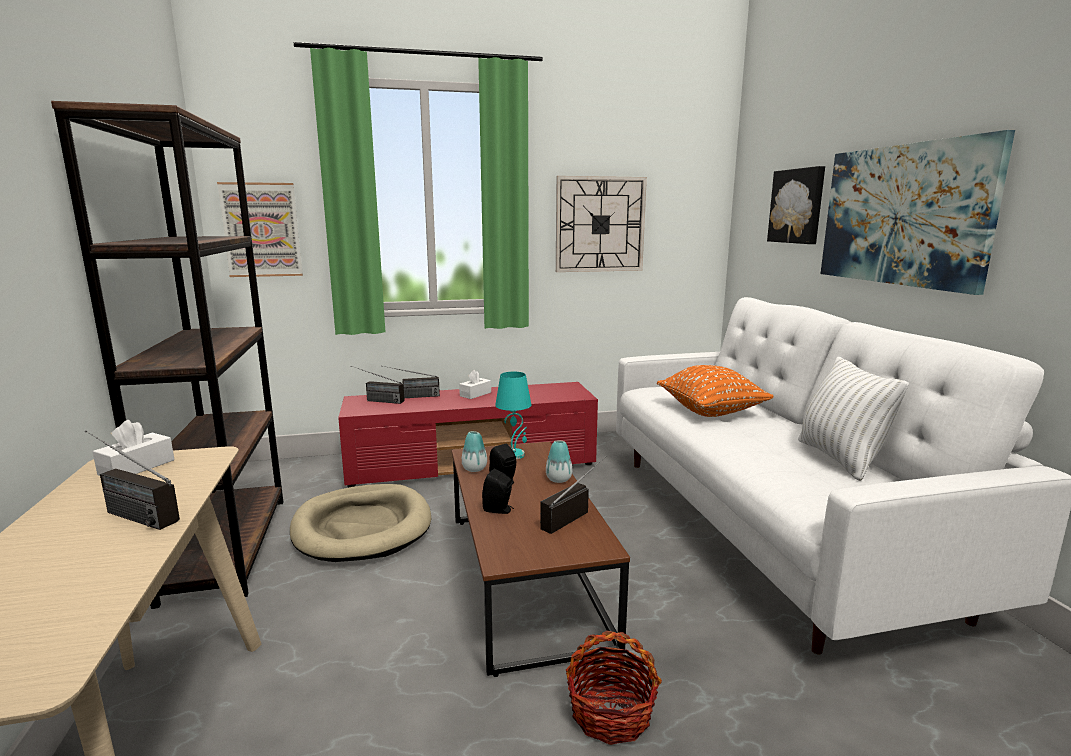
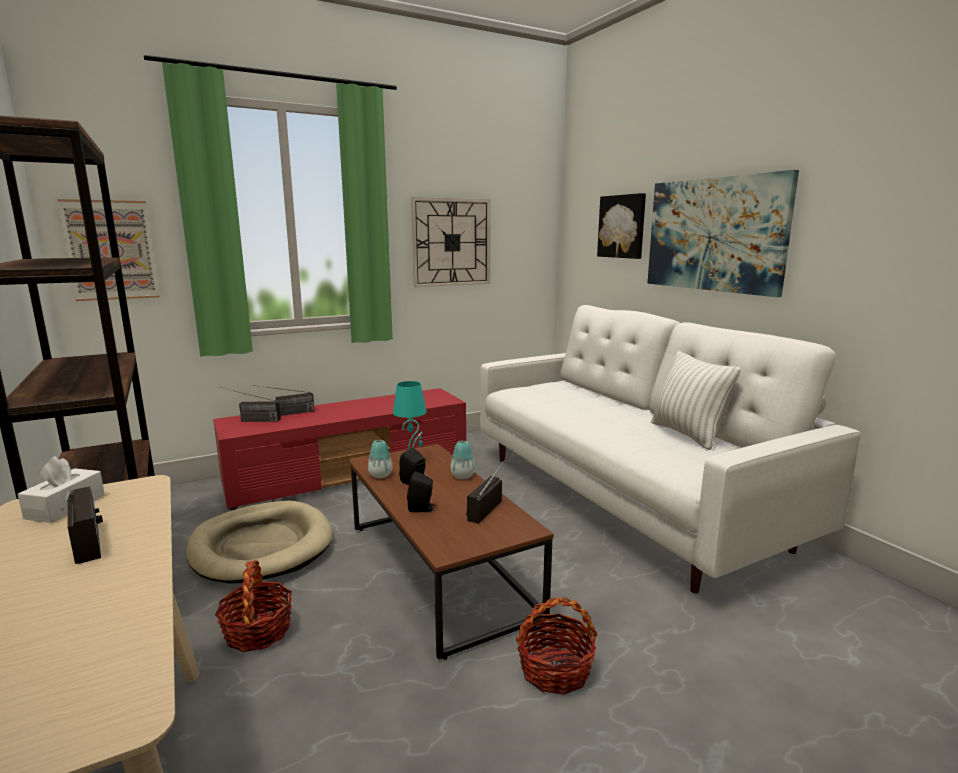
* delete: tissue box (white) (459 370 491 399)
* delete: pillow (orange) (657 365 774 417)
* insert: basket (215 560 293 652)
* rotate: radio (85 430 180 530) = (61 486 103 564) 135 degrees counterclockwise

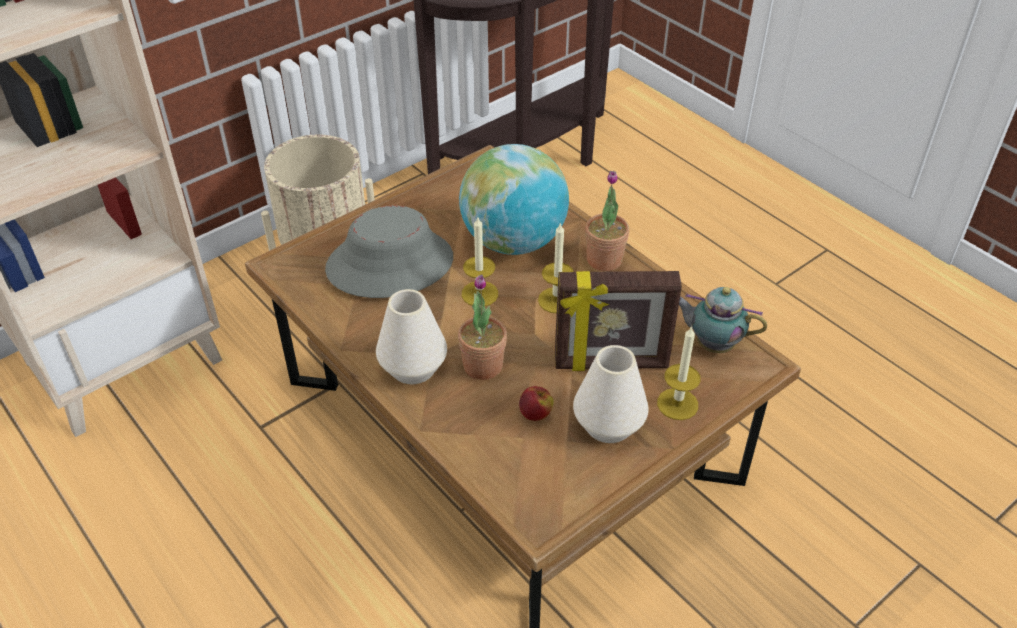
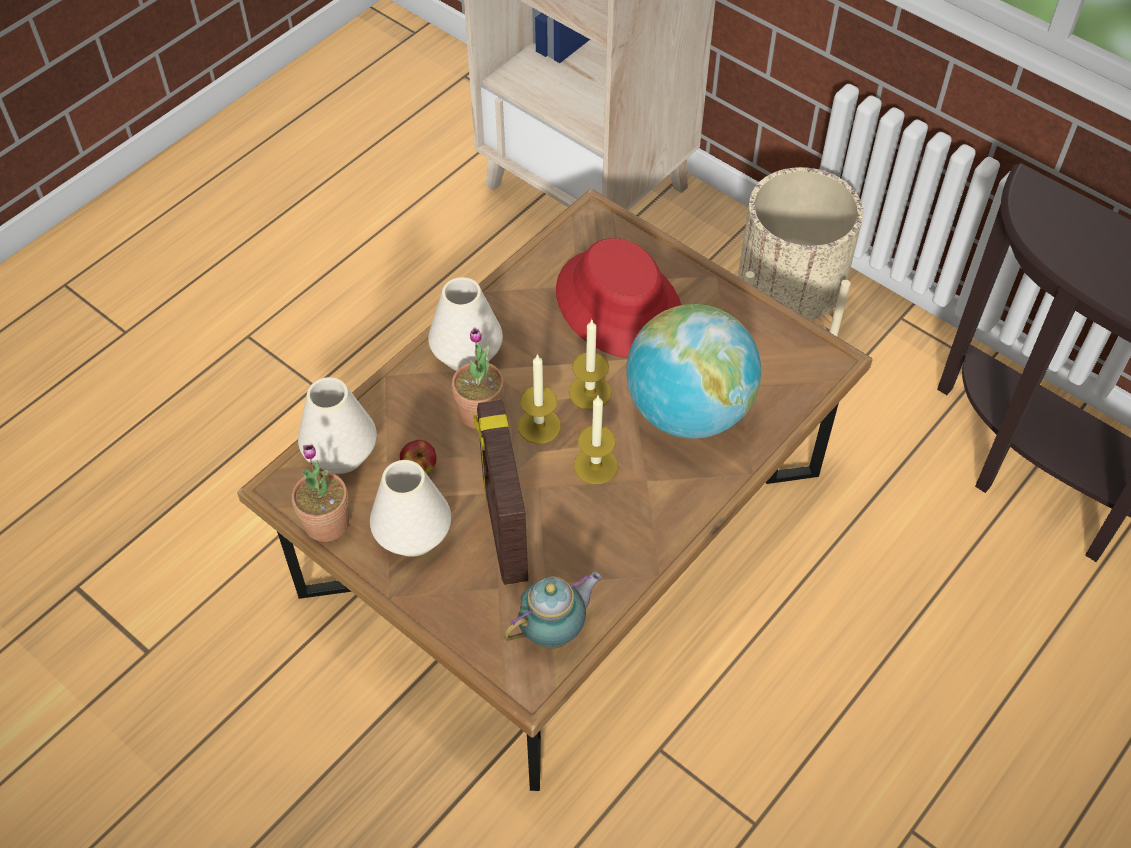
* insert: vase (white) (298 377 377 474)
* move: potted plant (585 171 629 271) to (291 444 349 542)
* move: candle (657 326 700 420) to (518 354 561 444)
* recolor: hat (grey) (325 206 453 298) to hat (red) (556 238 681 358)
* rotate: teapot (679 287 767 353) = (504 572 602 649) 45 degrees clockwise

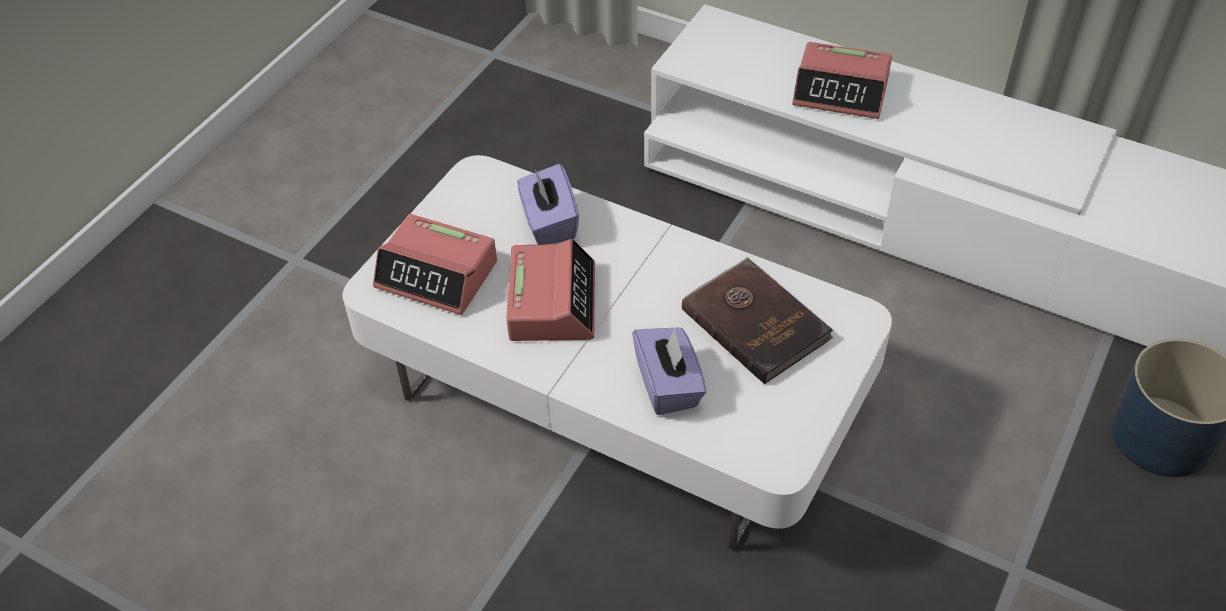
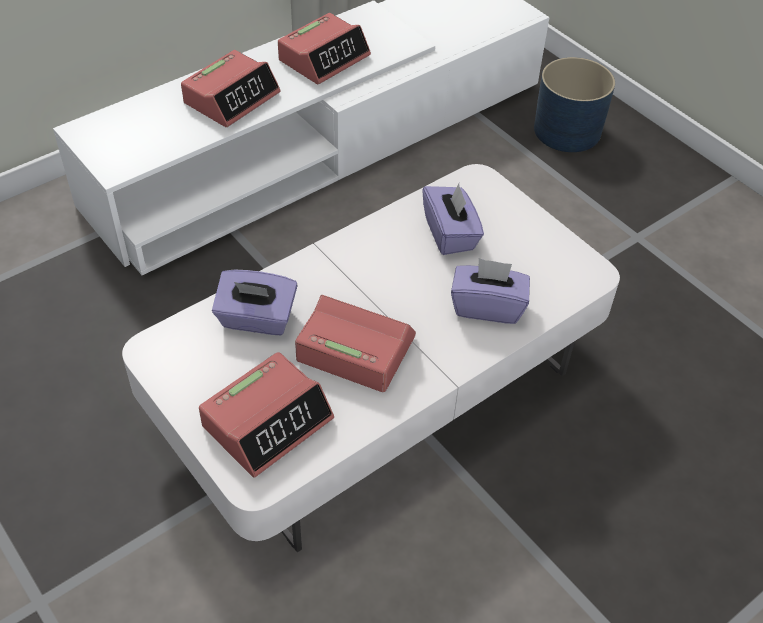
* insert: alarm clock (278 13 371 84)
* replace: book (brown) (682 257 833 384) to tissue box (purple) (422 183 484 255)

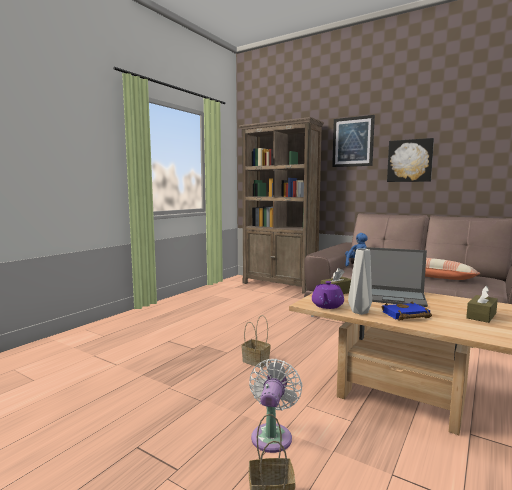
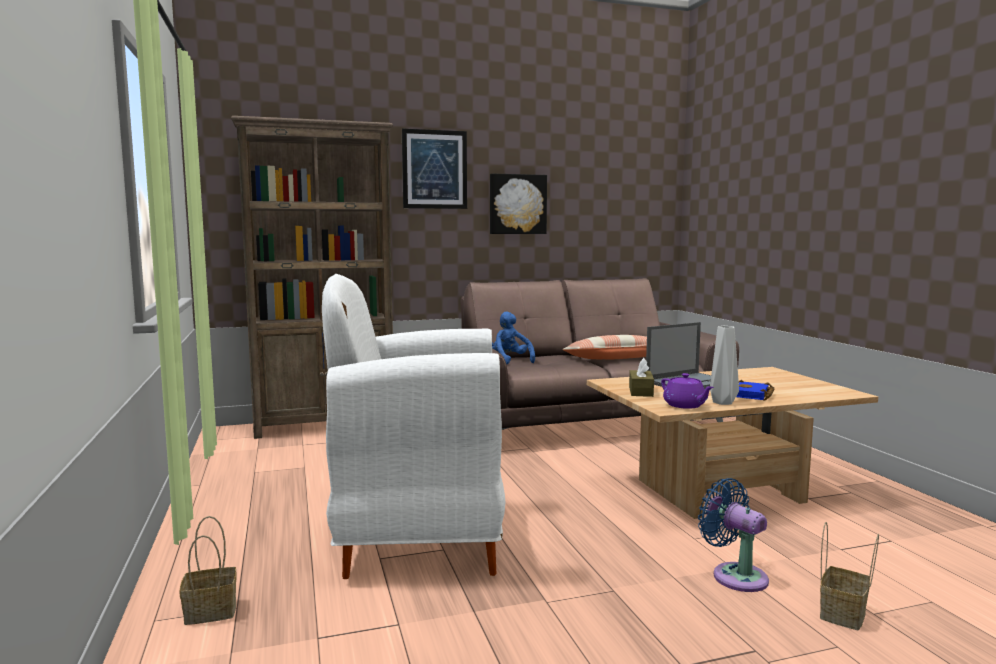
* delete: tissue box (brown) (466 286 498 323)
* insert: armchair (white) (322 274 505 579)
* move: basket (241 315 271 367) to (180 516 237 625)
* recolor: fan (white) (249 359 302 453) to fan (blue) (698 478 769 592)

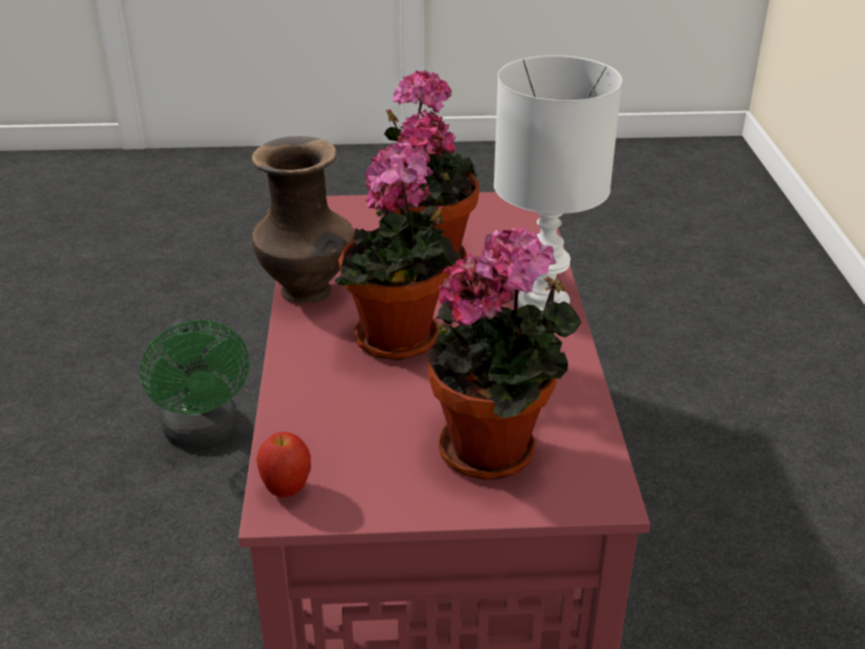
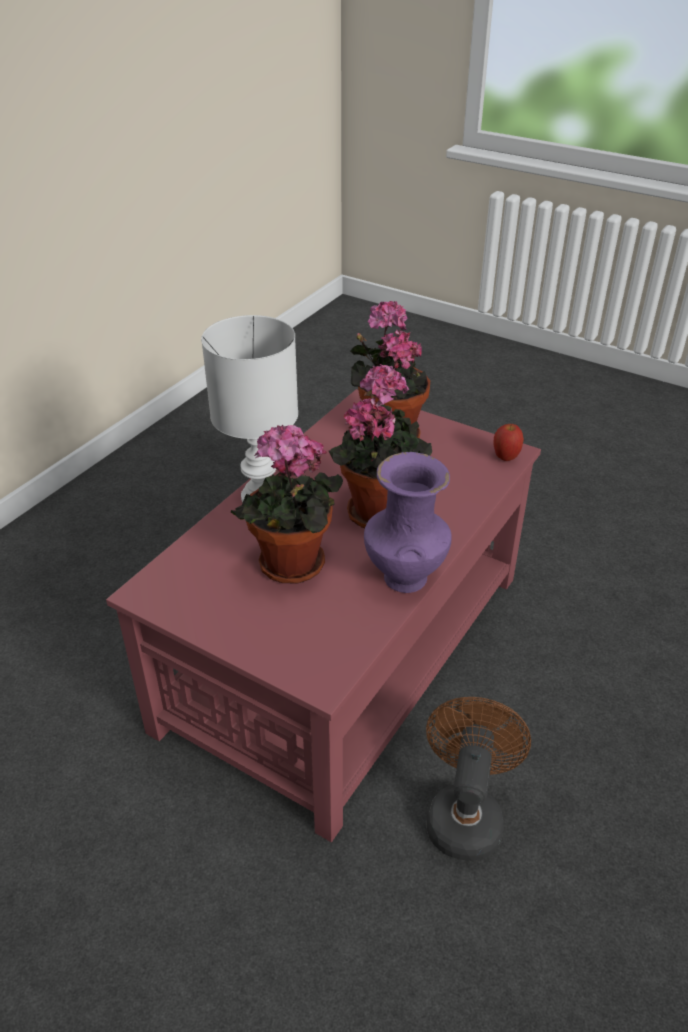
* recolor: fan (green) (140 318 249 449) to fan (brown) (426 697 531 861)
* recolor: vase (brown) (252 136 354 303) to vase (purple) (364 452 452 593)

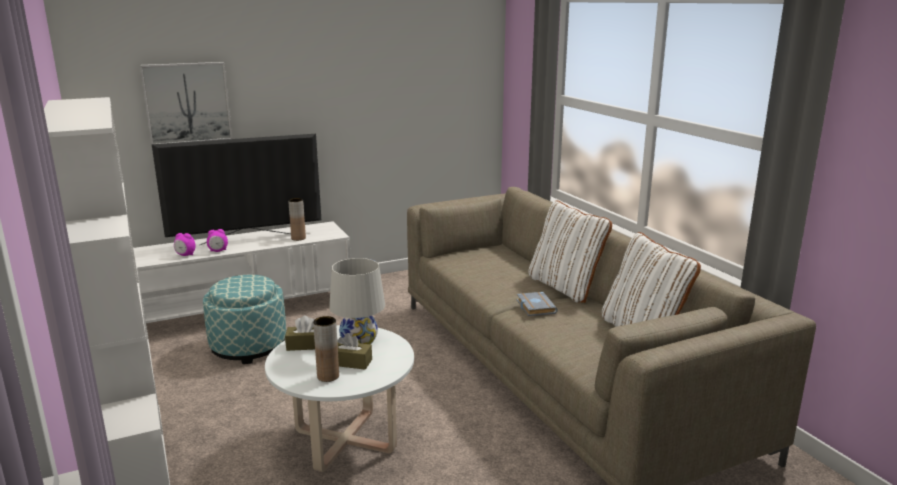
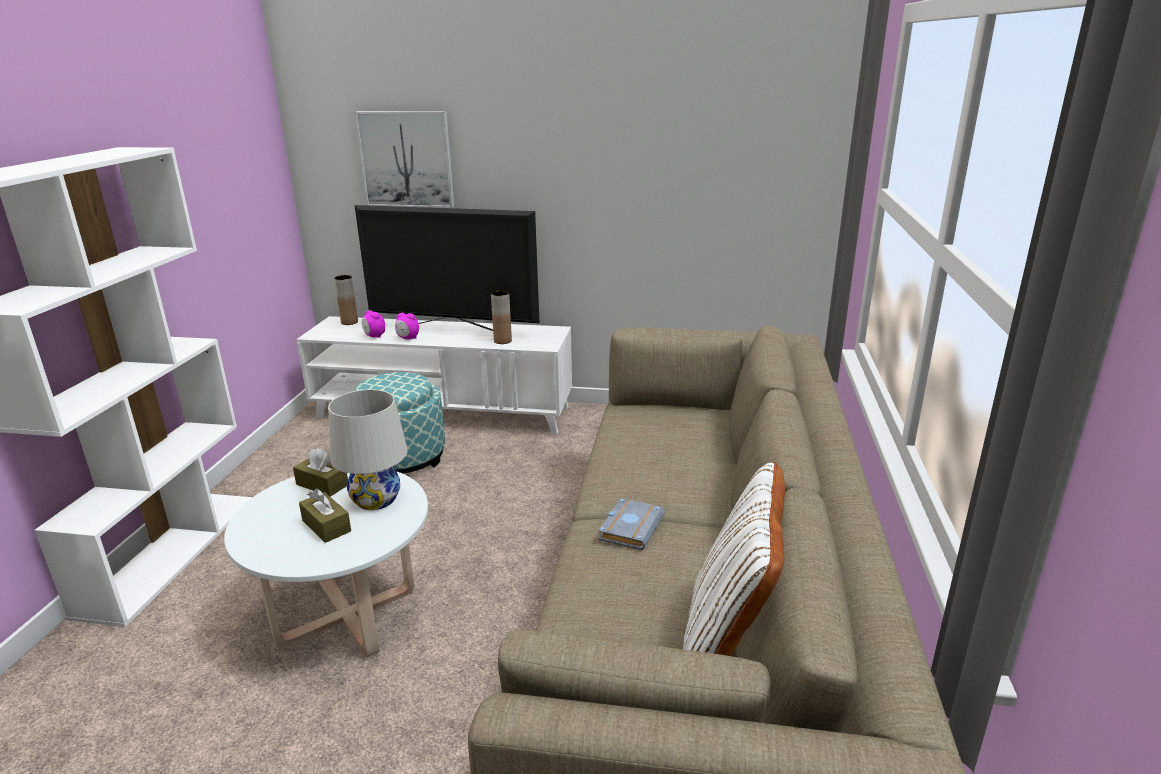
* delete: pillow (white) (528 200 612 303)
* move: vase (brown) (313 316 339 382) to (334 275 358 325)

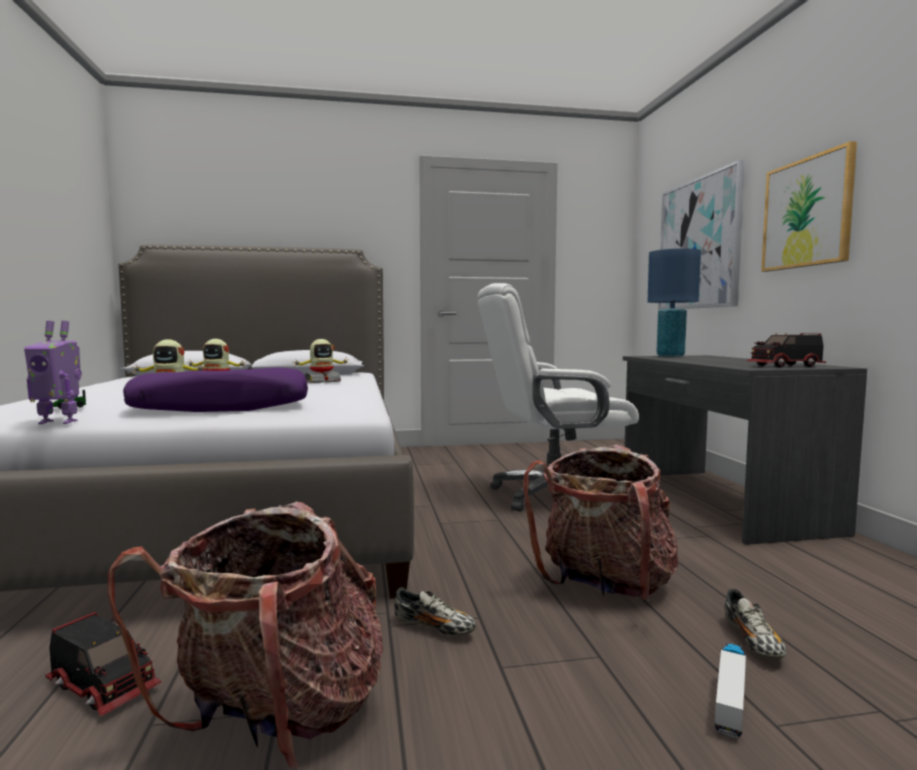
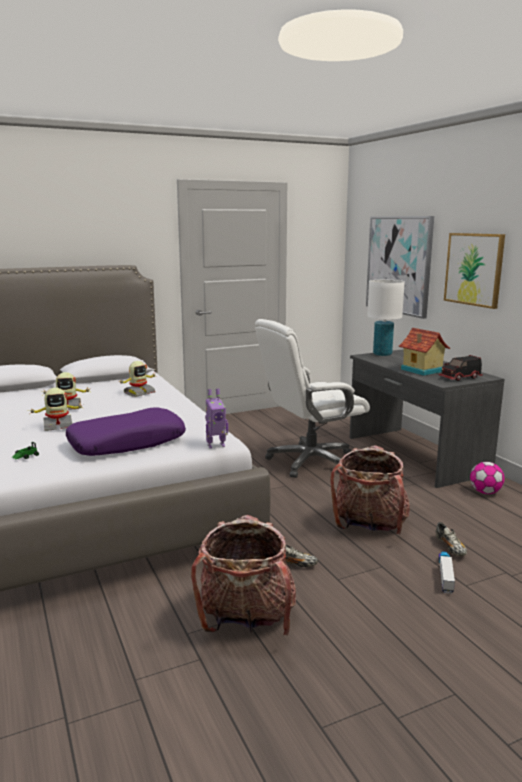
* delete: toy truck (45 612 162 716)
* insert: toy house (399 328 450 376)
* insert: football (470 462 505 494)
* move: toy robot (24 321 82 424) to (205 388 228 448)
* recolor: table lamp (blue) (648 248 701 357) to table lamp (white) (367 280 405 356)

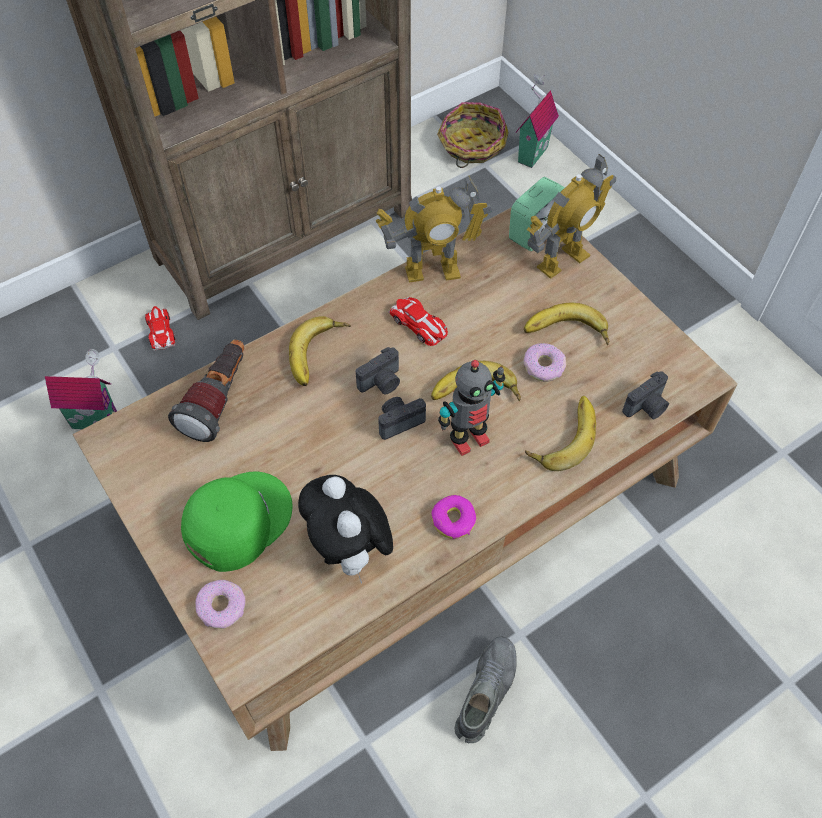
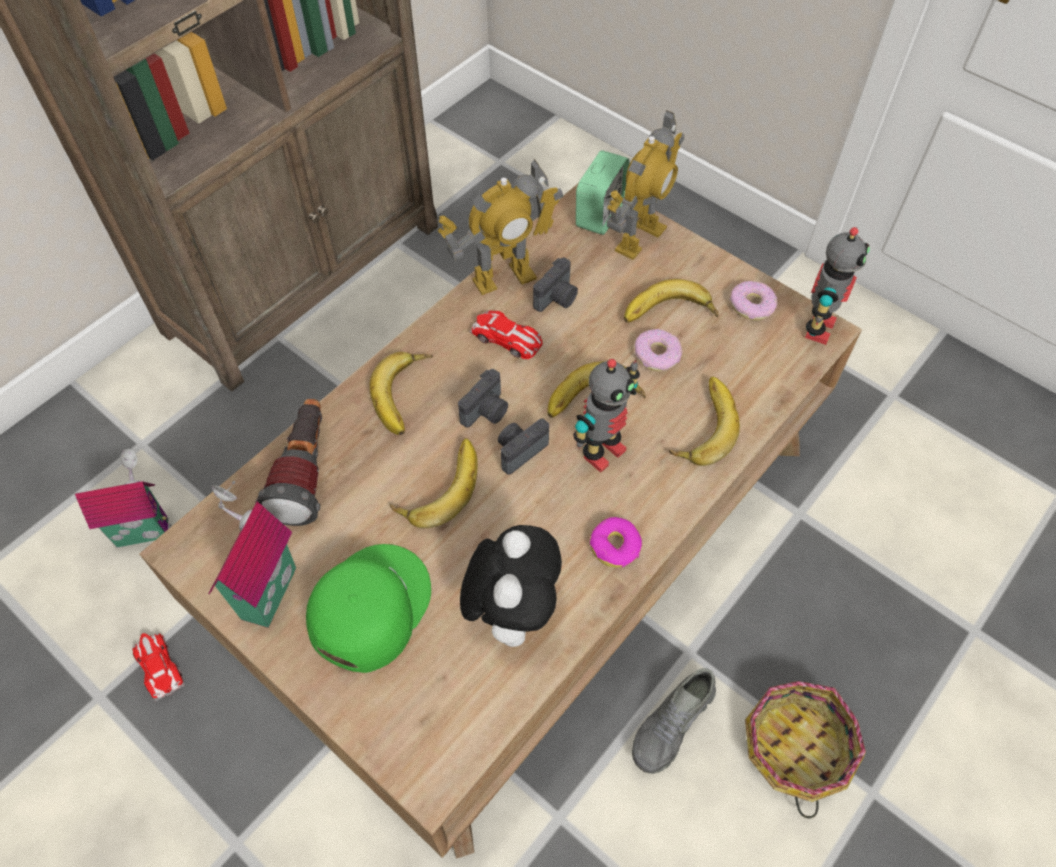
* insert: banana (390 438 478 528)
* insert: toy robot (805 227 870 345)
* move: toy car (145 306 175 351) to (133 633 184 701)
* move: donut (195 580 246 629) to (729 281 777 320)
* move: basket (437 102 509 168) to (745 681 866 818)
* move: toy house (516 74 559 168) to (208 481 296 628)
* move: photo camera (622 371 669 419) to (533 258 578 312)
* rotate: plush toy (298 475 393 584) = (460 525 562 647) 135 degrees counterclockwise
* rotate: shoe (grey) (454 637 517 743) = (632 668 716 774) 150 degrees counterclockwise

